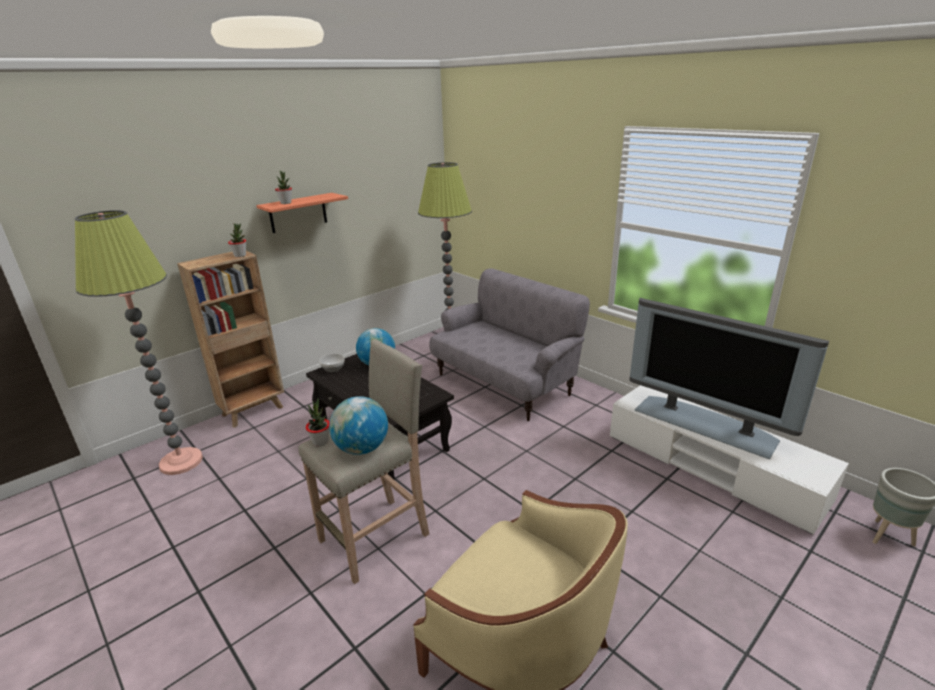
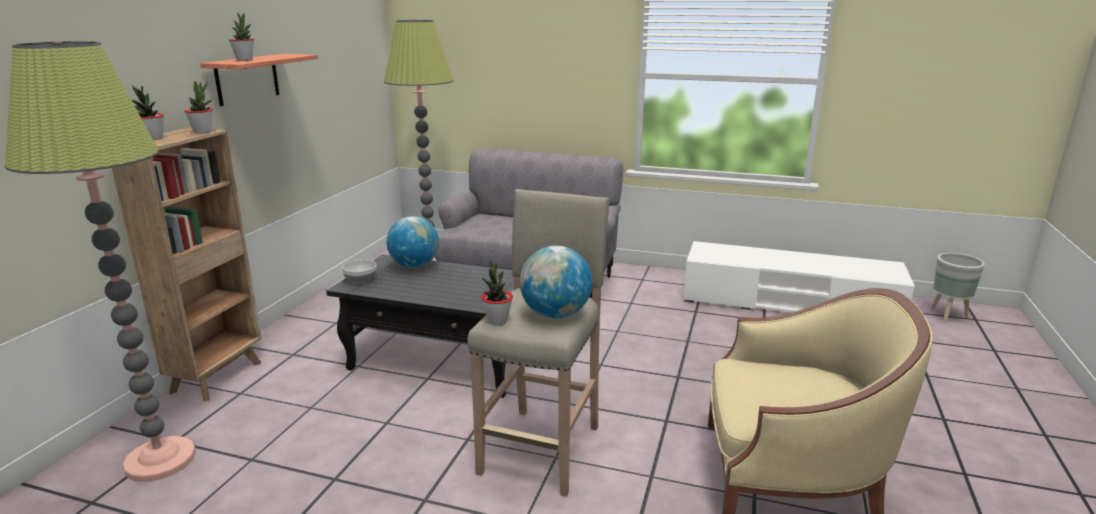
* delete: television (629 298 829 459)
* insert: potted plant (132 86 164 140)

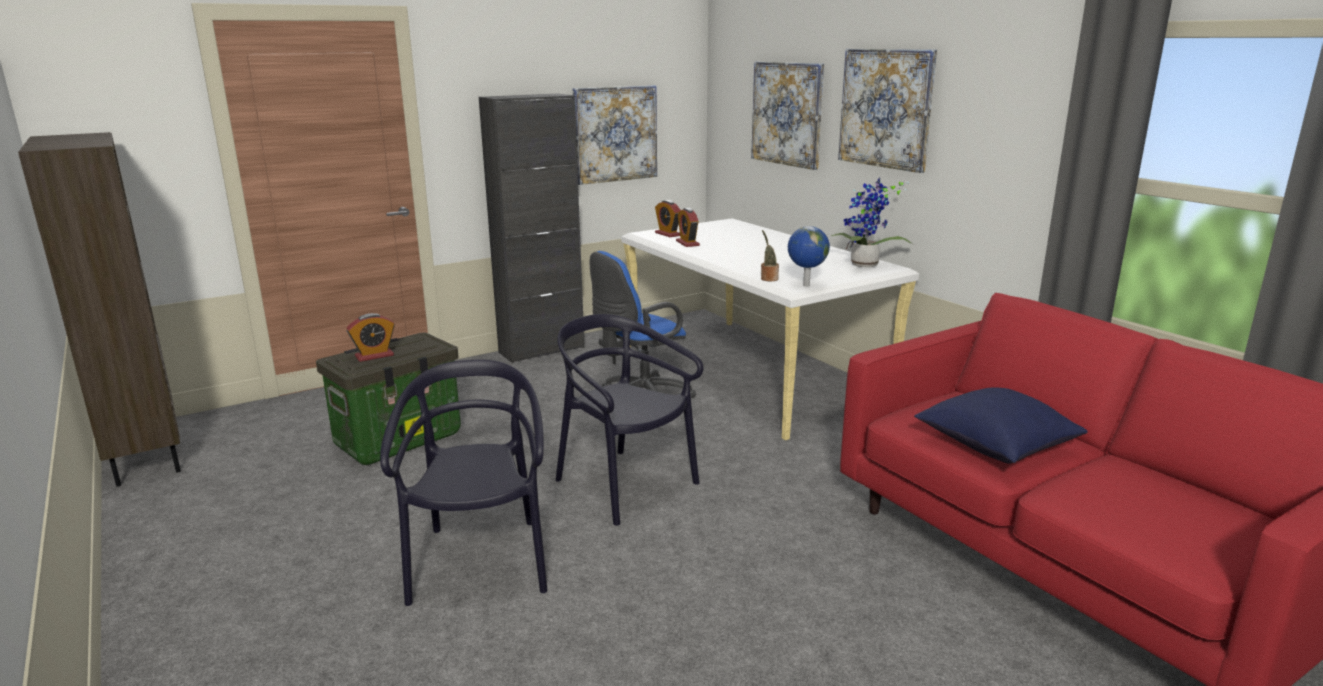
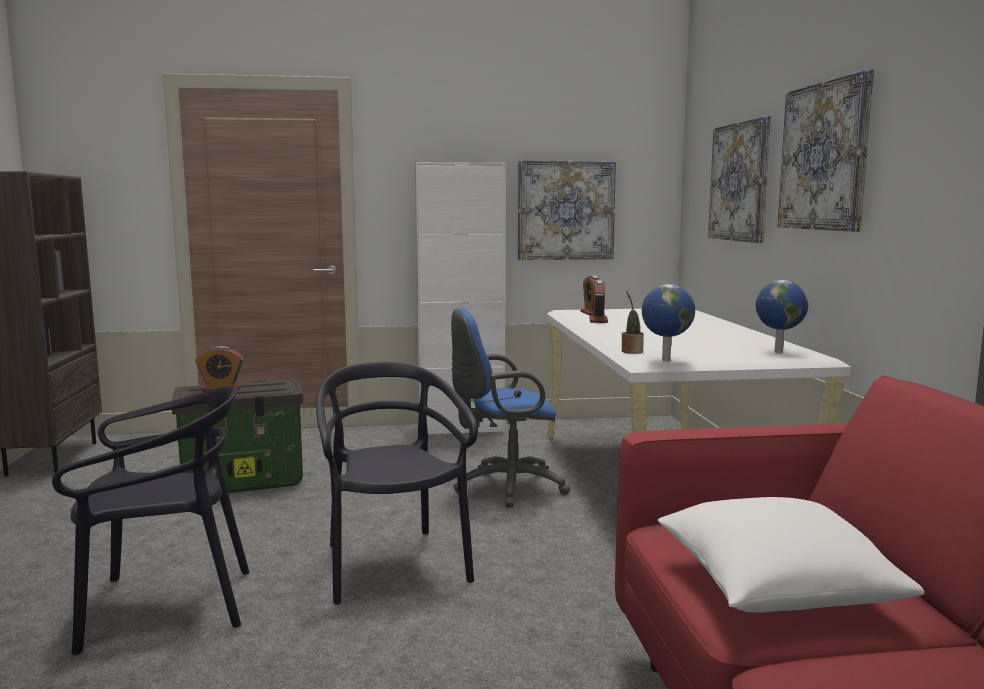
* replace: potted plant (831 177 913 268) to globe (756 280 808 353)
* recolor: cabinet (black) (479 93 585 363) to cabinet (white) (415 162 506 434)
* recolor: pillow (blue) (914 387 1088 464) to pillow (white) (658 497 924 612)
* rotate: chair (black) (380 360 547 606) = (52 386 249 655) 60 degrees clockwise

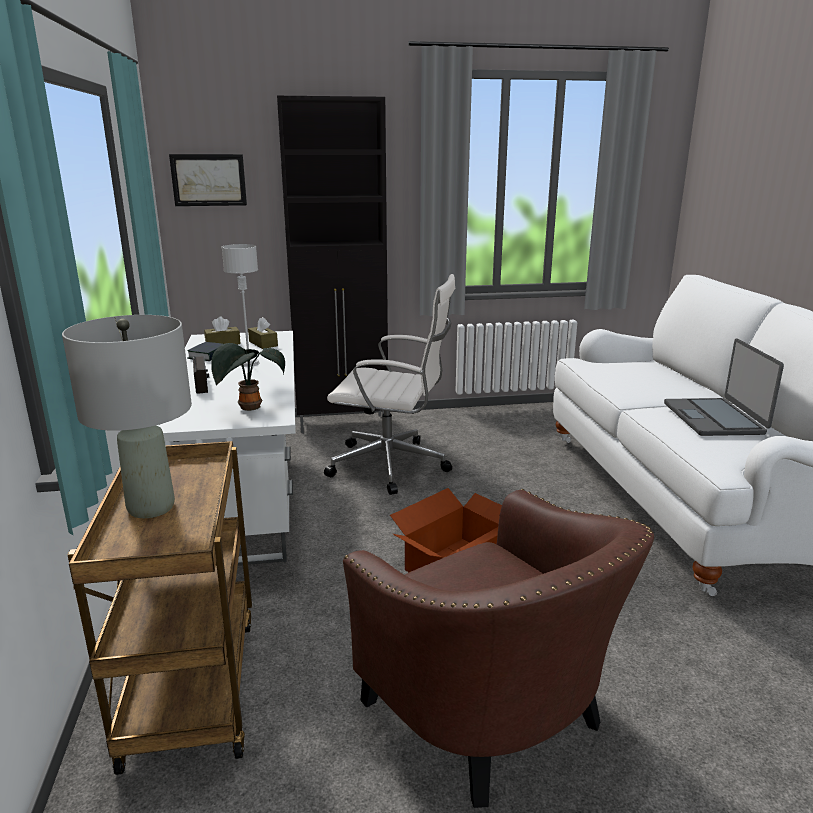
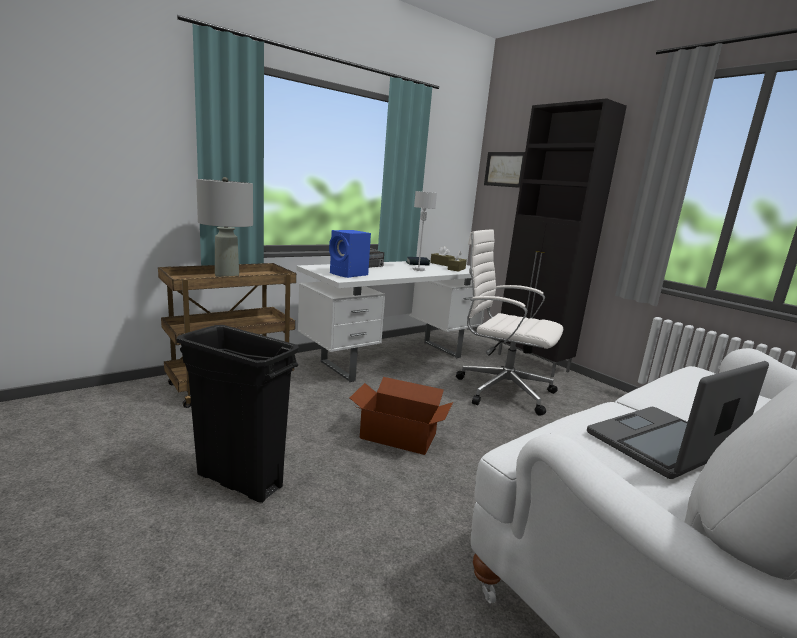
* replace: potted plant (211 343 285 411) to speaker (blue) (329 230 371 278)
* replace: armchair (brown) (343 489 654 808) to trash can (black) (177 325 299 503)
* rotate: office chair (white) (324 274 455 495) = (456 229 563 416) 135 degrees clockwise

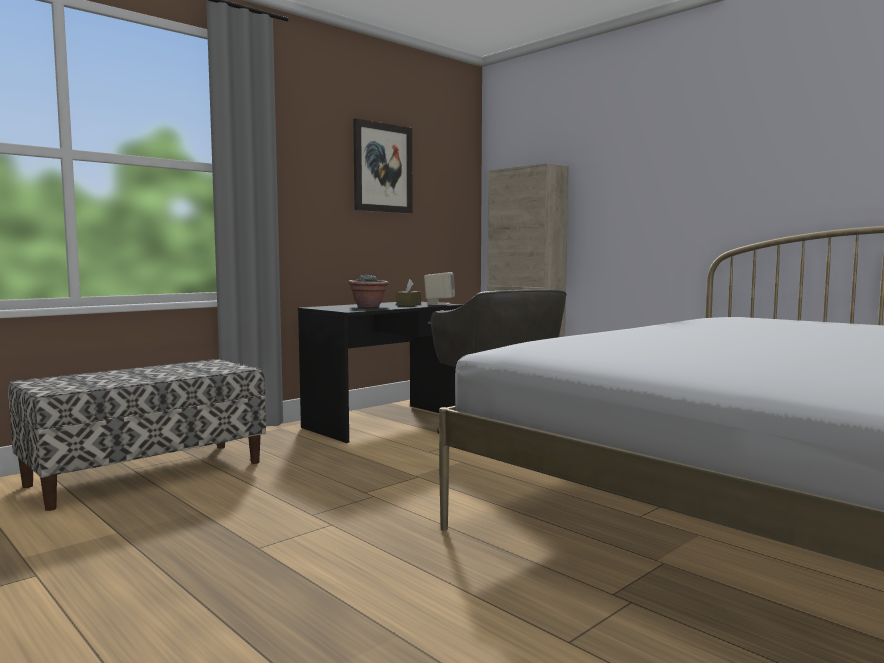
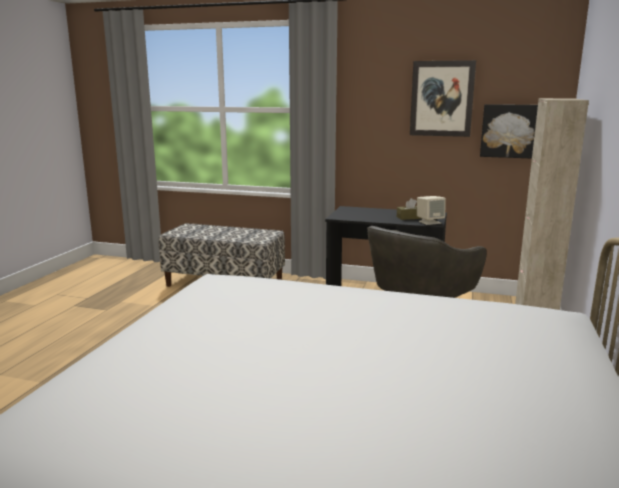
* delete: potted plant (348 273 389 307)
* insert: picture (480 104 538 159)

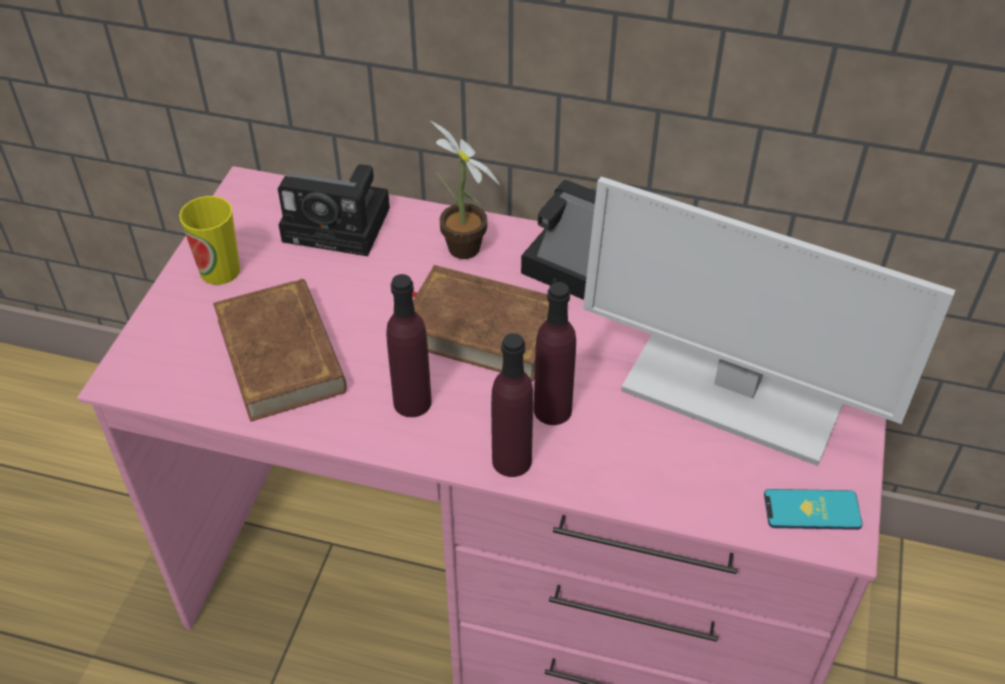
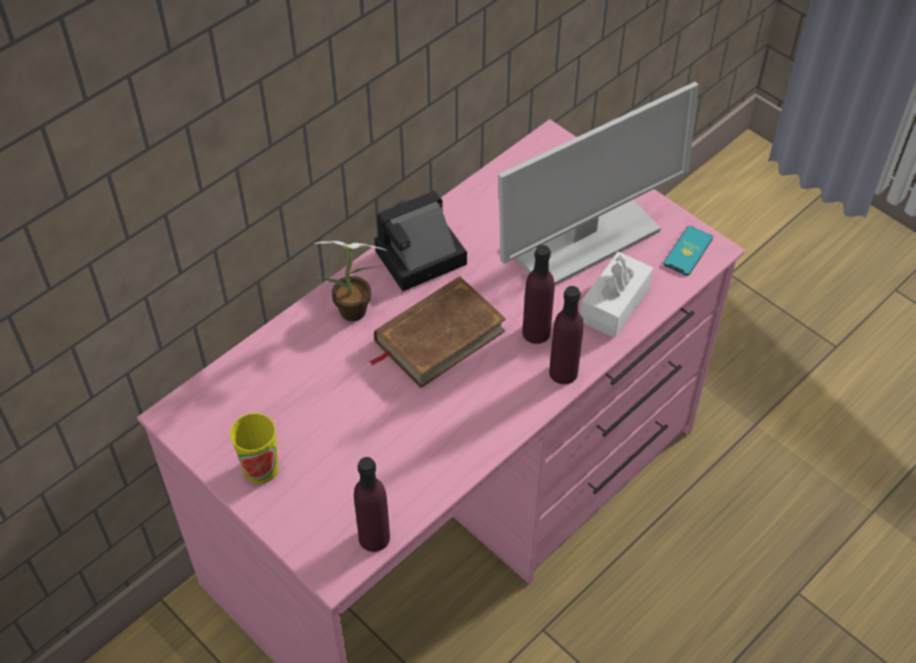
* delete: book (brown) (213 279 347 422)
* delete: photo camera (278 164 390 256)
* insert: tissue box (white) (580 252 653 338)
* move: bottle (purple) (386 274 432 417) to (354 457 390 552)

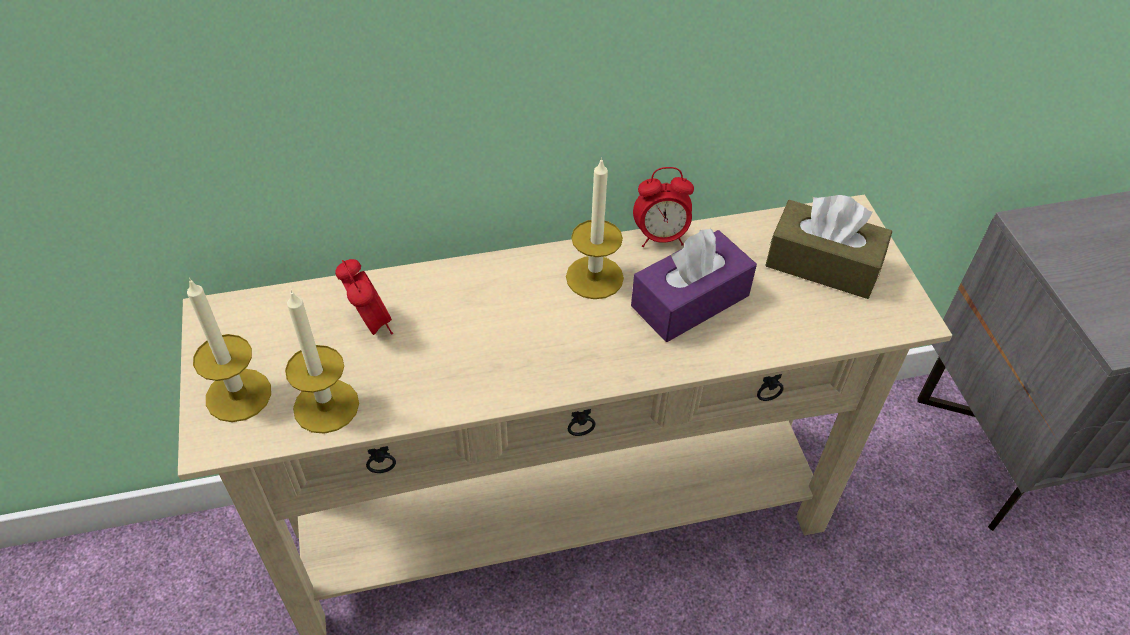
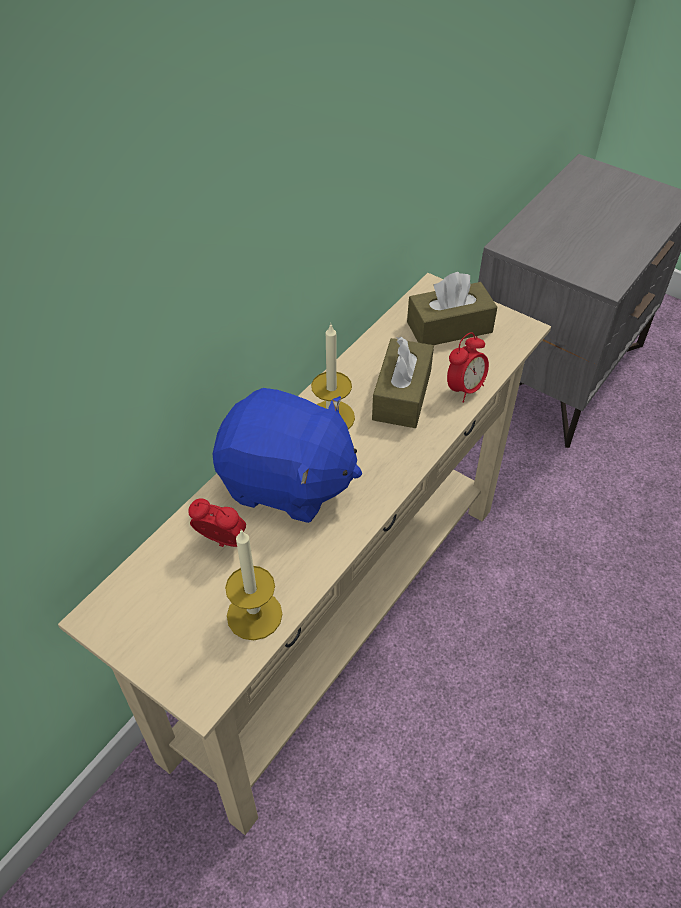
* delete: candle (187 278 271 422)
* insert: plush toy (blue) (213 388 362 523)
* move: alarm clock (633 167 694 247) to (447 332 489 403)
* recolor: tissue box (purple) (631 228 757 342) to tissue box (brown) (372 337 434 428)

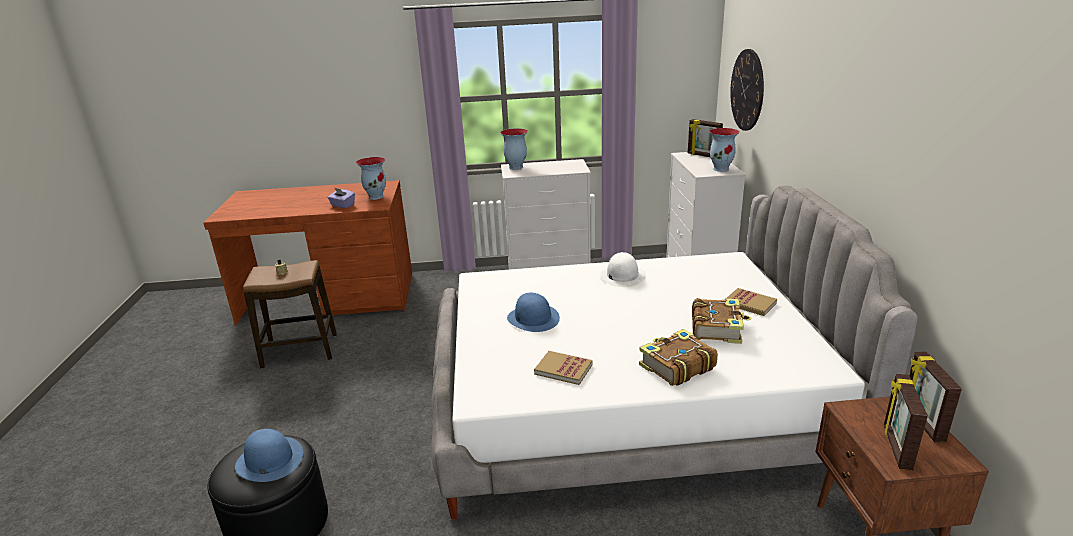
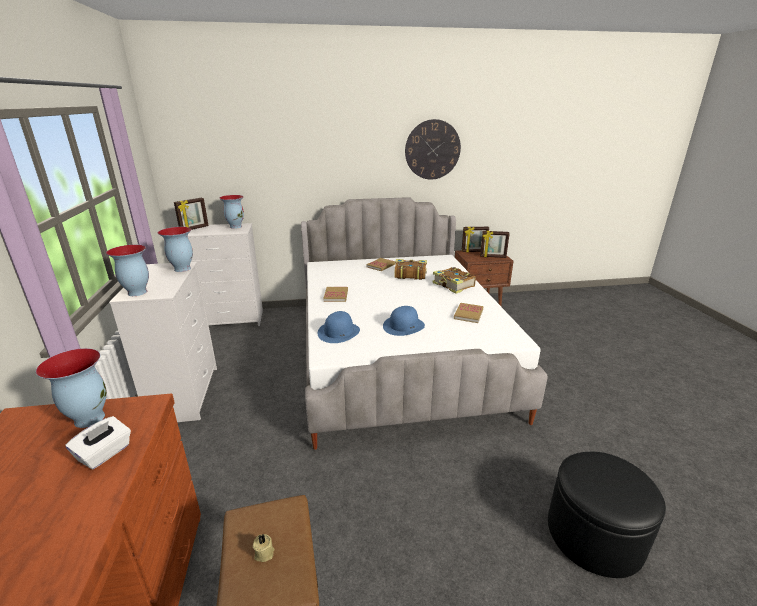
* insert: vase (158 227 193 272)
* move: hat (blue) (235 429 303 482) to (318 311 360 343)
* move: wall clock (730 49 764 131) to (405 119 461 180)
* replace: hat (white) (600 252 646 287) to book (323 287 348 302)
* recolor: tissue box (purple) (328 188 355 209) to tissue box (white) (65 416 131 469)

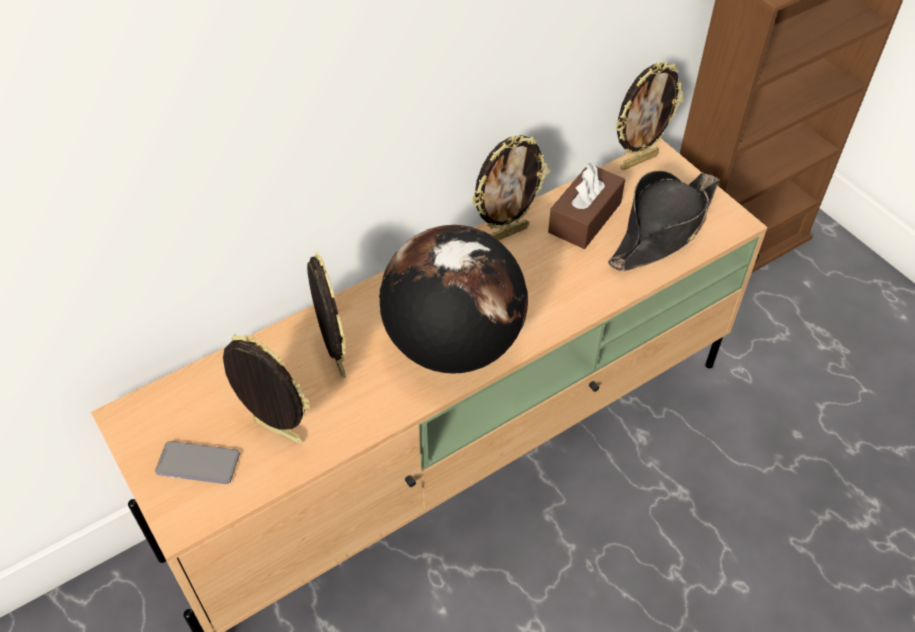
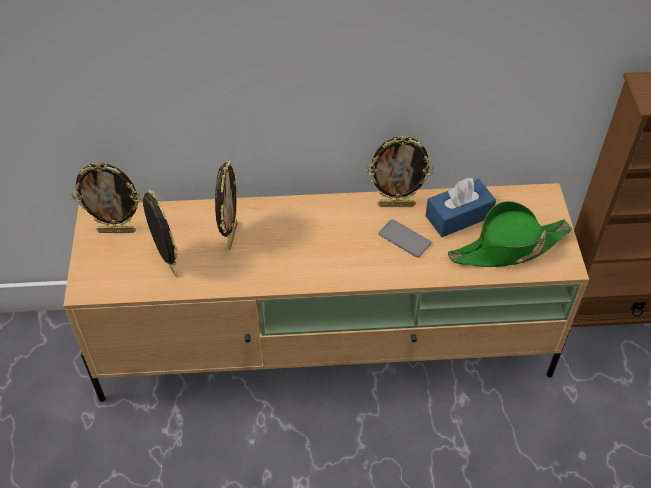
* delete: globe (379 225 528 374)
* move: phone (155 441 240 484) to (379 219 432 257)
* move: picture frame (616 62 684 170) to (72 162 141 233)
* recolor: tissue box (brown) (548 162 625 249) to tissue box (blue) (425 177 496 237)
* recolor: hat (black) (608 171 719 271) to hat (green) (448 201 572 267)

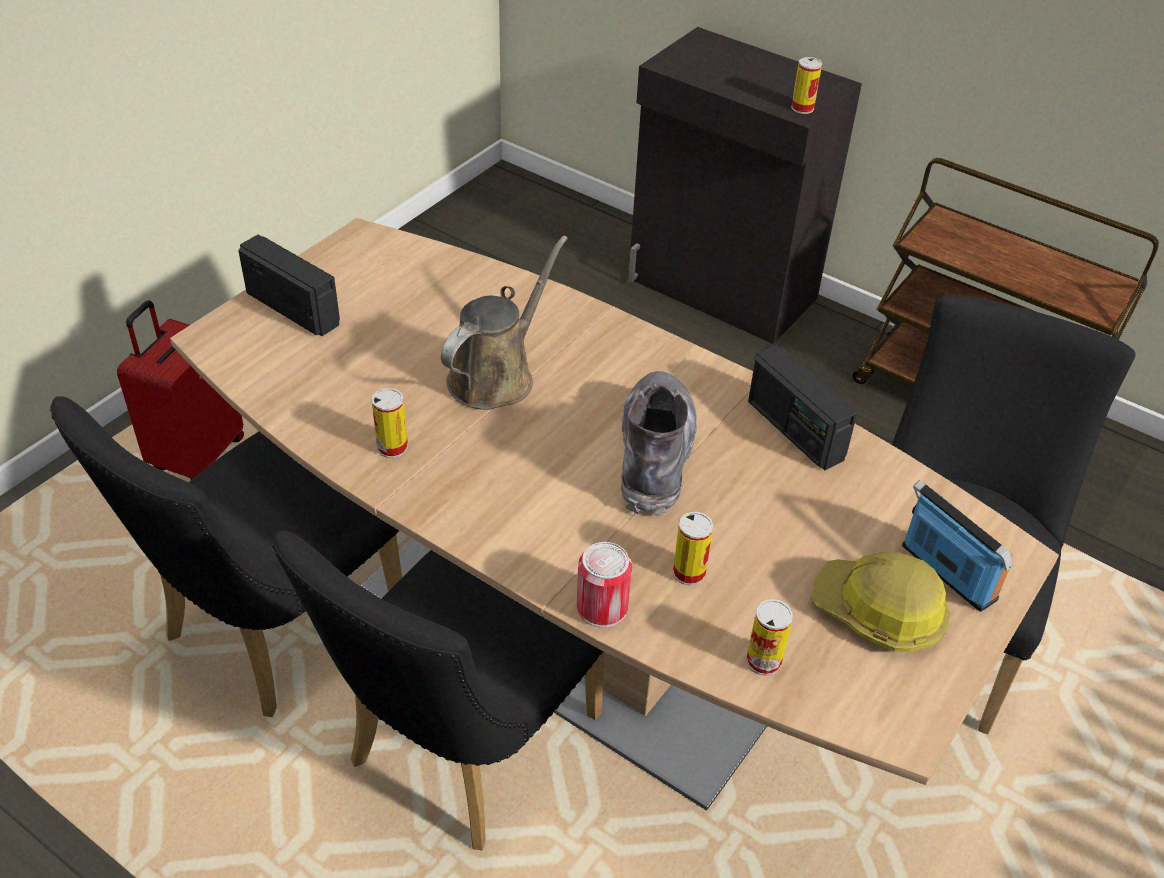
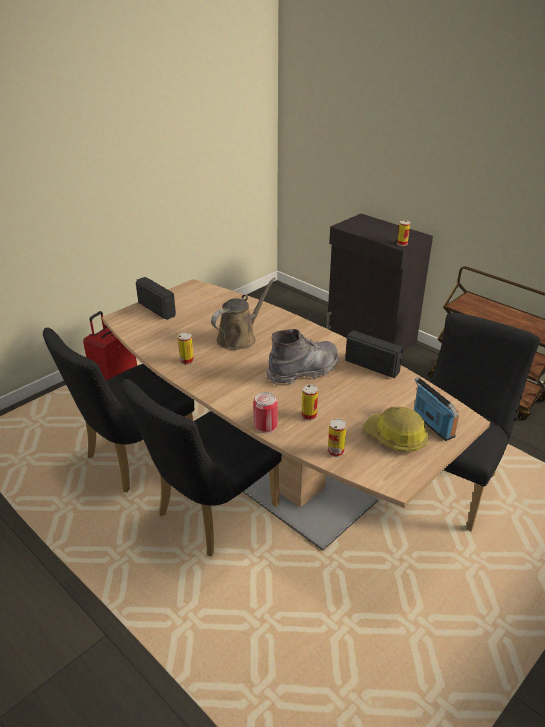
* rotate: boot (grey) (621 371 697 515) = (267 329 339 385) 45 degrees clockwise
* rotate: radio (748 345 858 470) = (345 330 403 378) 150 degrees clockwise

